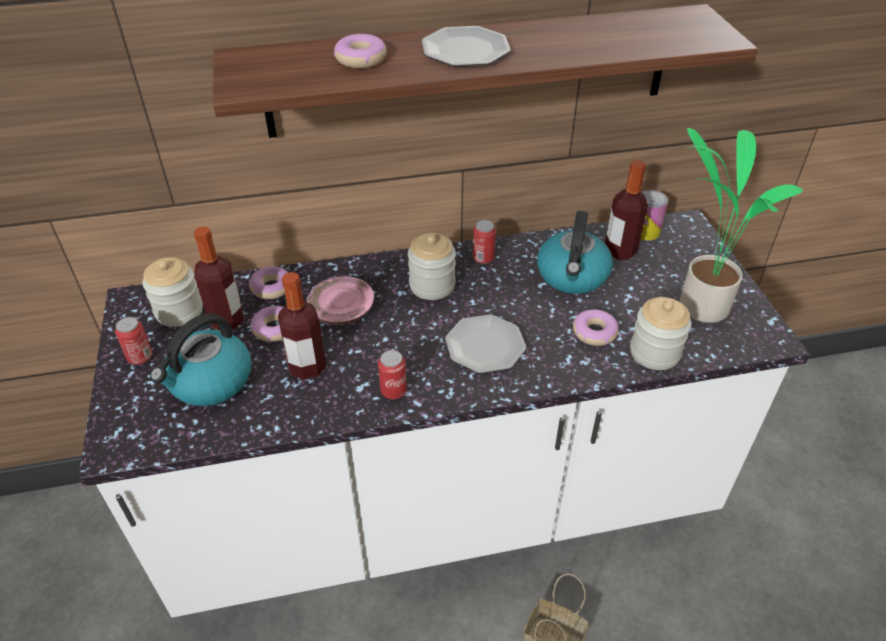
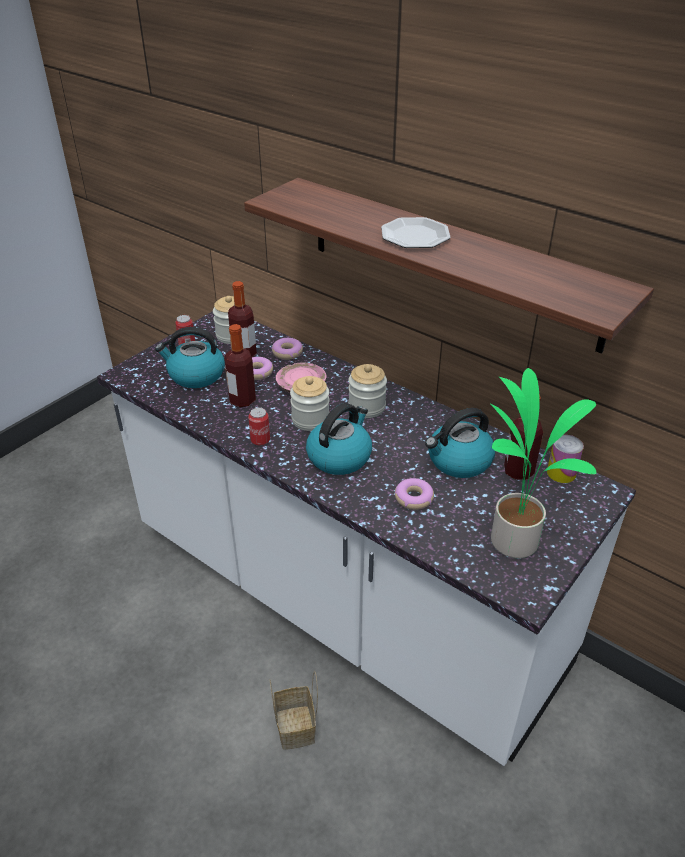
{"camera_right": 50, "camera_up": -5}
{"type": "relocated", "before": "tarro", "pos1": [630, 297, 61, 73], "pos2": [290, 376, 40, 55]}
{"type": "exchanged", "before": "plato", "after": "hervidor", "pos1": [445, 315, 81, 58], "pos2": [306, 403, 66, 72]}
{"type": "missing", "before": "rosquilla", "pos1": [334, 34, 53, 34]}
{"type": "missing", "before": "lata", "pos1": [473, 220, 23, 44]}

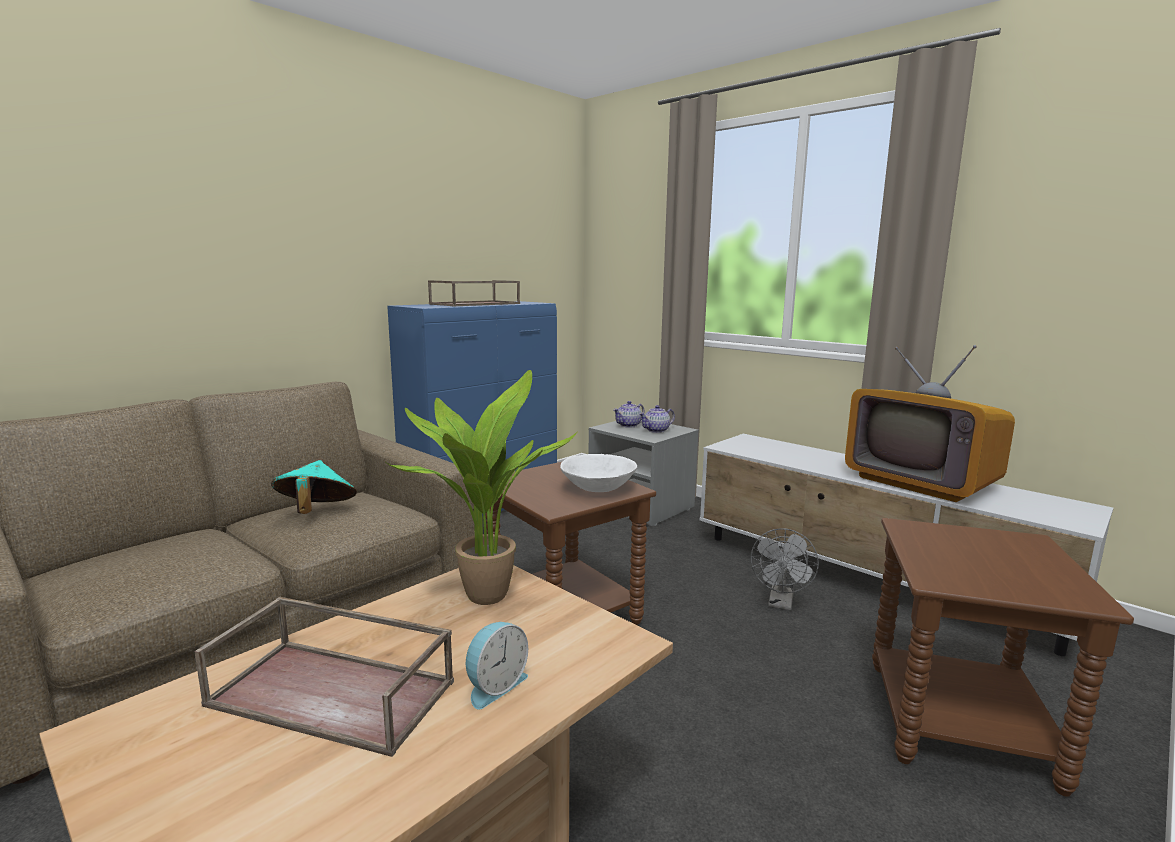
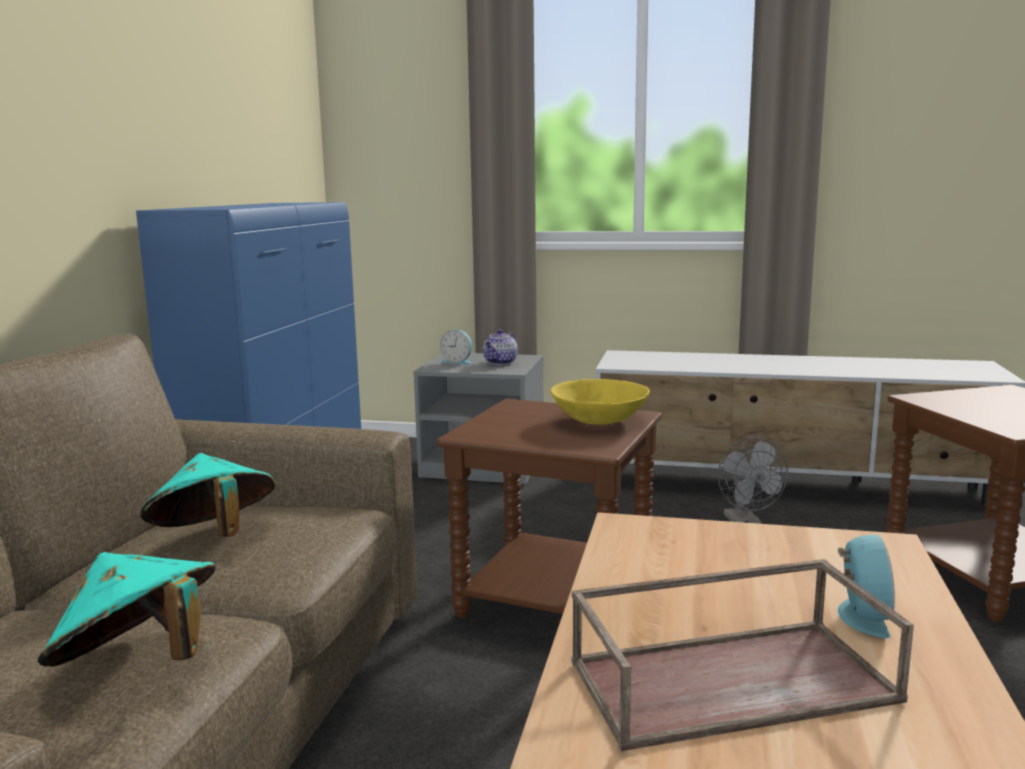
{"camera_right": -30, "camera_up": 0}
{"type": "appeared", "after": "sombrero/turquesa", "pos2": [38, 552, 178, 115]}
{"type": "exchanged", "before": "tetera", "after": "despertador", "pos1": [613, 401, 31, 27], "pos2": [440, 330, 32, 35]}
{"type": "colour", "before": "cuenco/blanco", "after": "cuenco/amarillo", "pos1": [560, 454, 77, 38], "pos2": [551, 379, 99, 46]}
{"type": "missing", "before": "planta en maceta", "pos1": [384, 370, 194, 235]}
{"type": "missing", "before": "bandeja/marrón", "pos1": [428, 280, 92, 26]}
{"type": "missing", "before": "televisor", "pos1": [845, 345, 170, 157]}

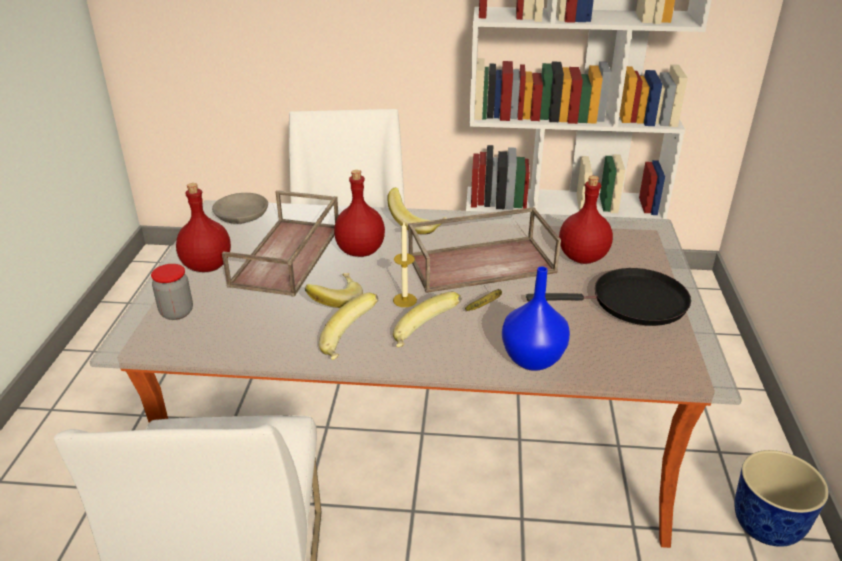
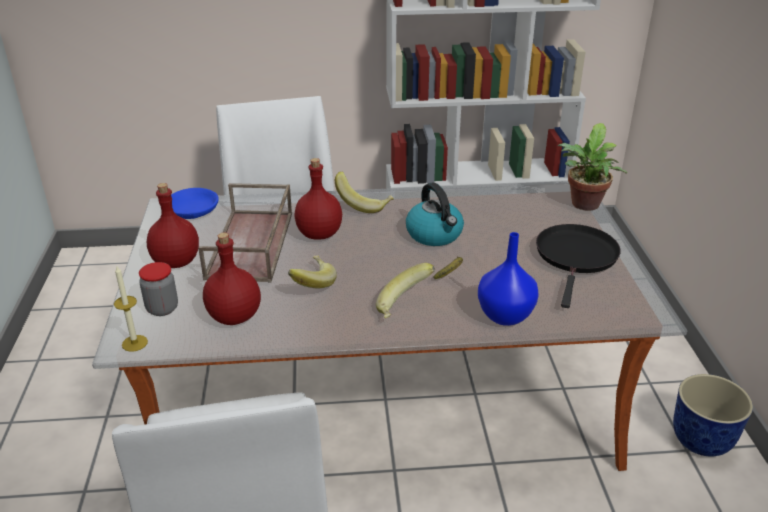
{"camera_right": -10, "camera_up": 0}
{"type": "relocated", "before": "vela", "pos1": [393, 222, 24, 85], "pos2": [114, 265, 34, 87]}
{"type": "colour", "before": "cuenco/gris", "after": "cuenco/azul", "pos1": [212, 193, 56, 31], "pos2": [171, 188, 48, 31]}
{"type": "relocated", "before": "botella/rojo", "pos1": [559, 176, 54, 88], "pos2": [203, 232, 58, 93]}
{"type": "exchanged", "before": "bandeja/marrón", "after": "hervidor", "pos1": [408, 207, 153, 86], "pos2": [406, 183, 58, 63]}
{"type": "spun", "before": "sartén/negro", "pos1": [526, 268, 165, 58], "pos2": [536, 224, 85, 84], "turn": -60}
{"type": "appeared", "after": "planta en maceta", "pos2": [558, 123, 69, 88]}
{"type": "missing", "before": "plátano", "pos1": [319, 293, 60, 67]}

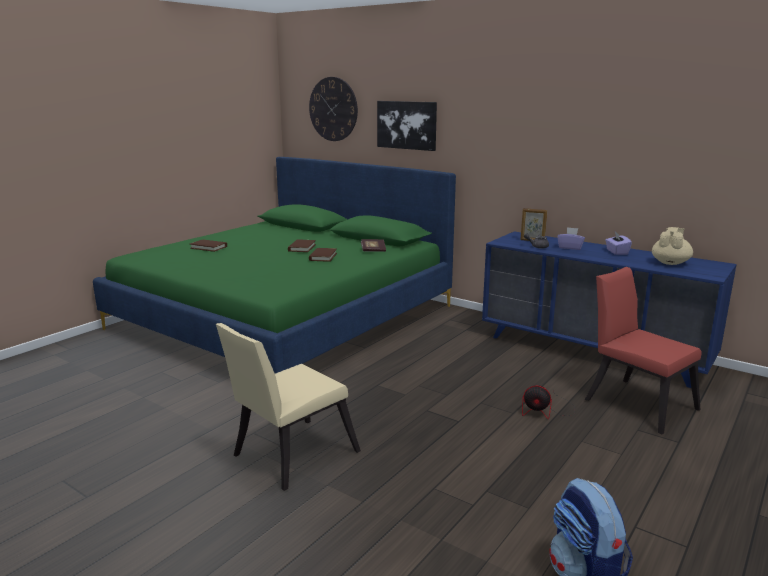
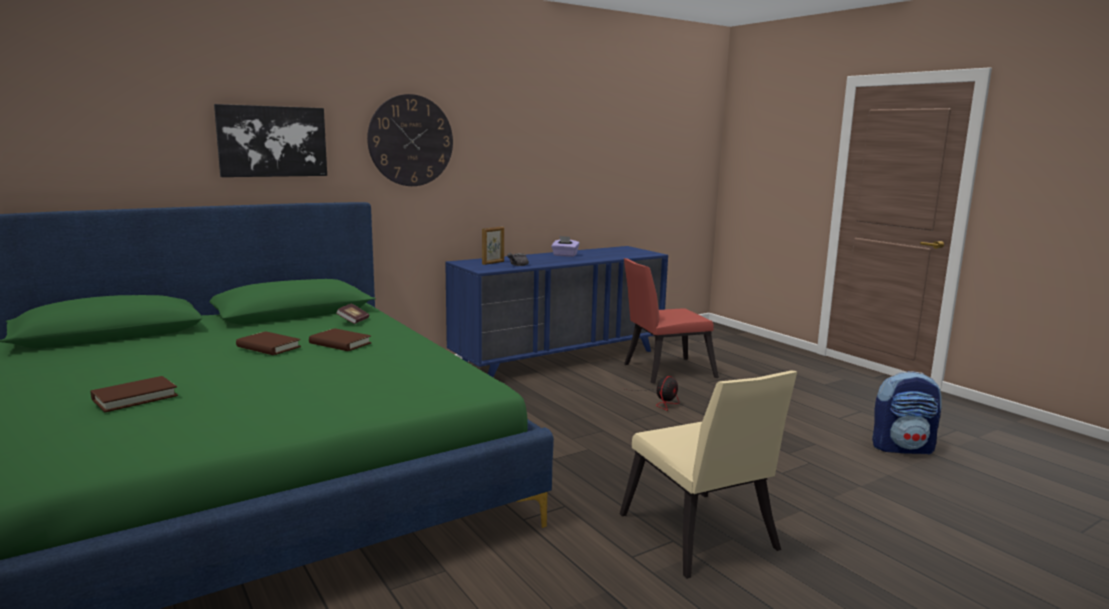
{"camera_right": -70, "camera_up": -5}
{"type": "relocated", "before": "reloj de pared", "pos1": [309, 77, 49, 64], "pos2": [367, 94, 86, 92]}
{"type": "missing", "before": "caja de pañuelos/morado", "pos1": [557, 227, 28, 23]}
{"type": "missing", "before": "tetera/beis", "pos1": [652, 227, 41, 38]}

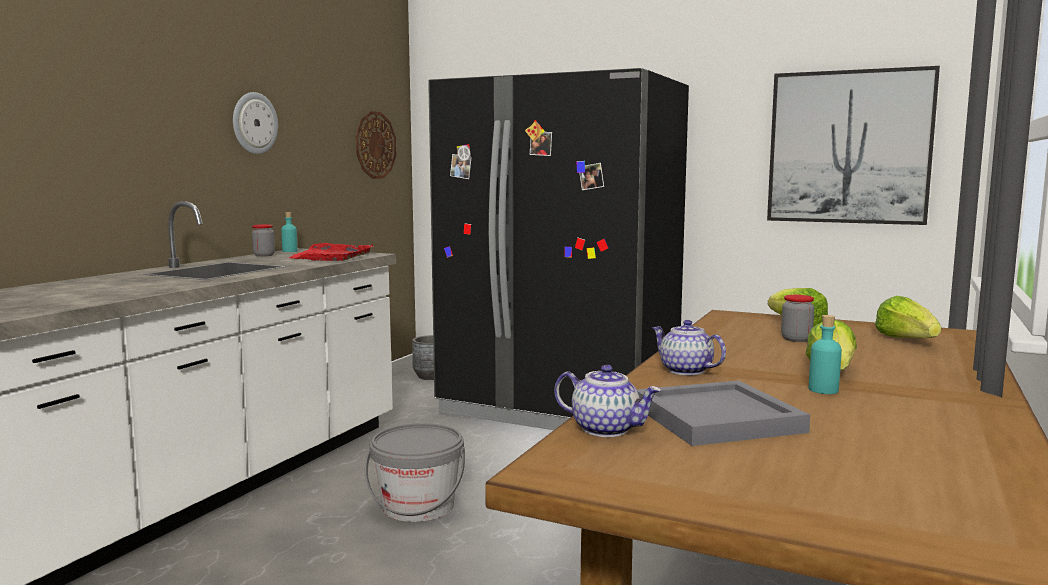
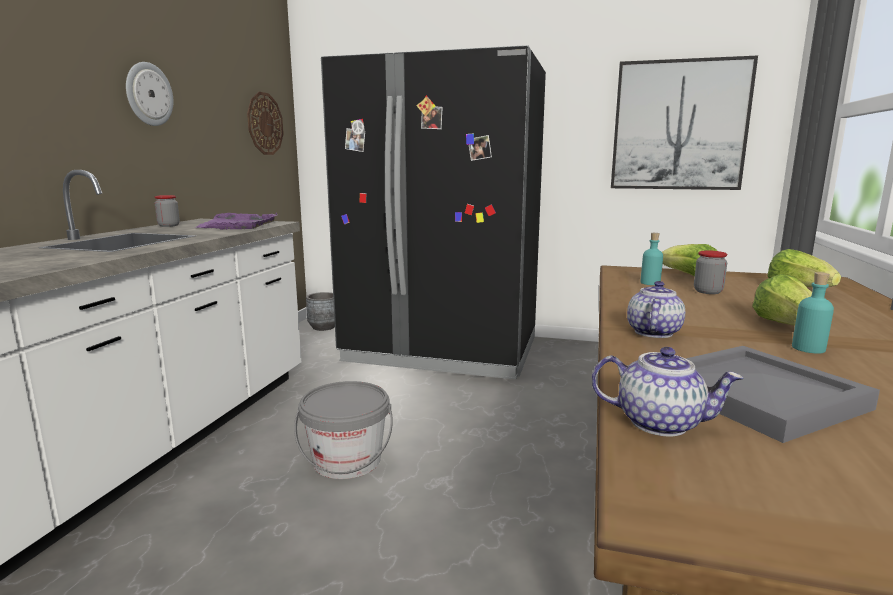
{"camera_right": -10, "camera_up": 5}
{"type": "colour", "before": "bandeja/rojo", "after": "bandeja/morado", "pos1": [289, 243, 85, 18], "pos2": [196, 213, 81, 16]}
{"type": "spun", "before": "tetera", "pos1": [652, 320, 74, 55], "pos2": [627, 281, 58, 57], "turn": 75}
{"type": "relocated", "before": "botella/turquesa", "pos1": [281, 212, 16, 40], "pos2": [640, 233, 23, 52]}

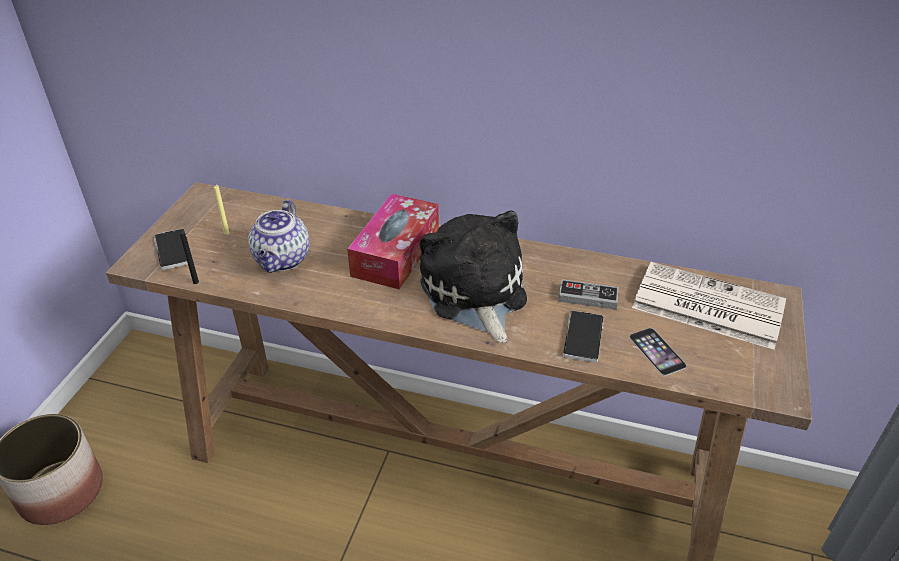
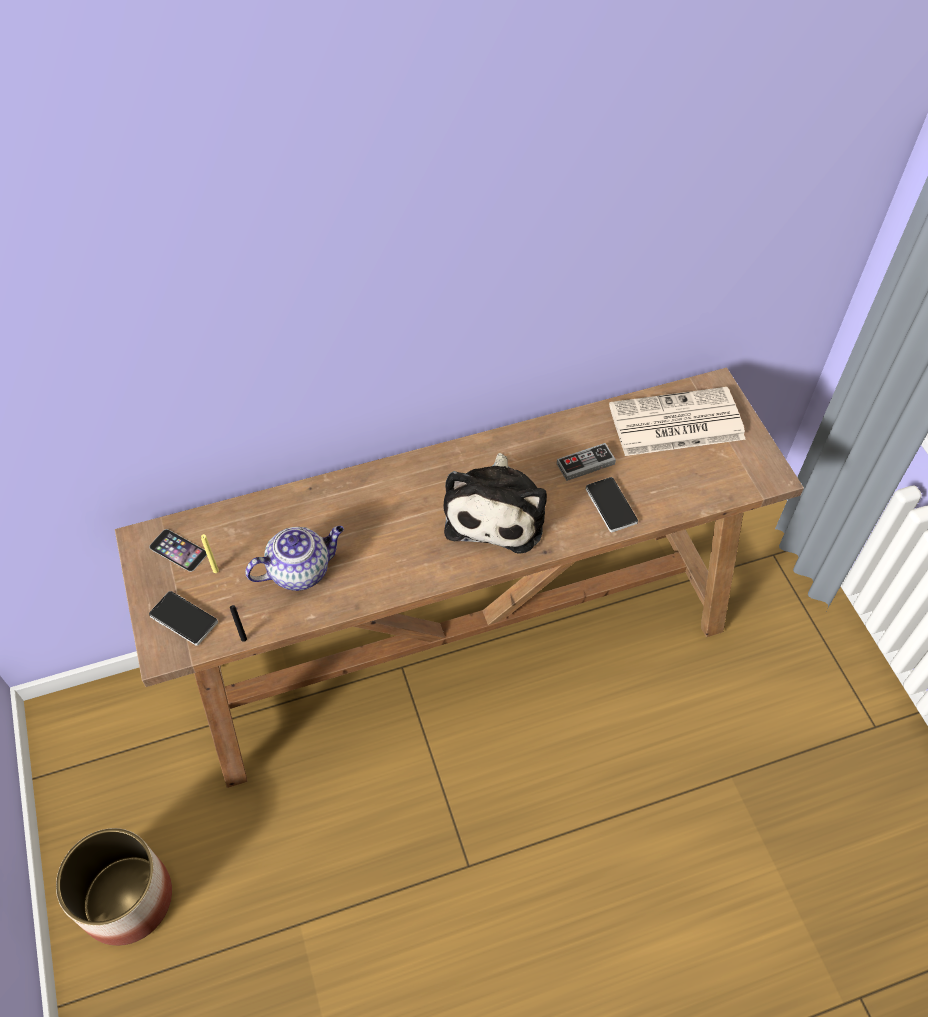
{"camera_right": -35, "camera_up": 15}
{"type": "relocated", "before": "móvil", "pos1": [629, 328, 58, 48], "pos2": [149, 529, 58, 43]}
{"type": "spun", "before": "tetera", "pos1": [248, 200, 62, 73], "pos2": [245, 526, 99, 65], "turn": -90}
{"type": "spun", "before": "peluche", "pos1": [420, 210, 107, 133], "pos2": [444, 453, 103, 101], "turn": -120}
{"type": "missing", "before": "caja de pañuelos", "pos1": [347, 194, 92, 96]}

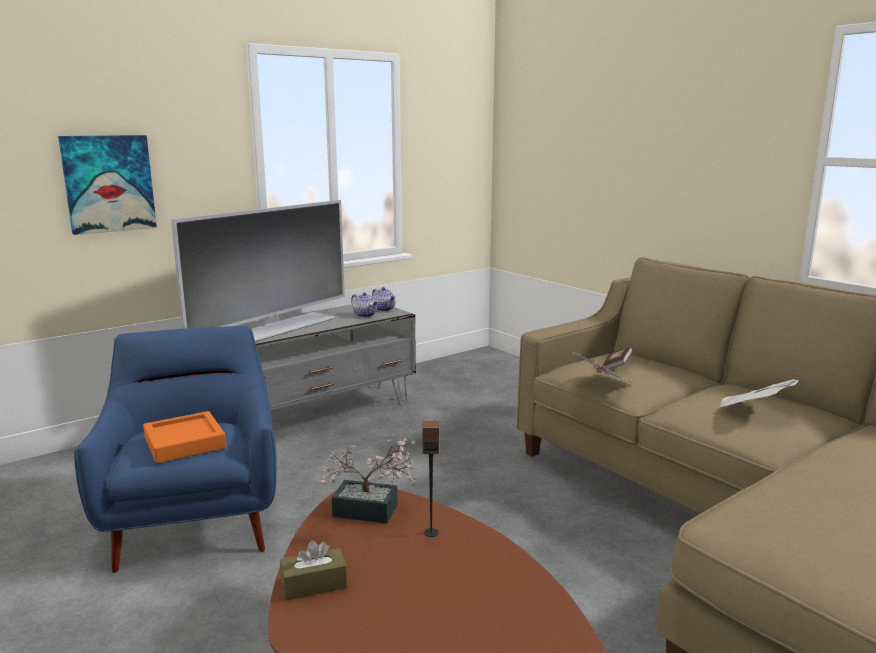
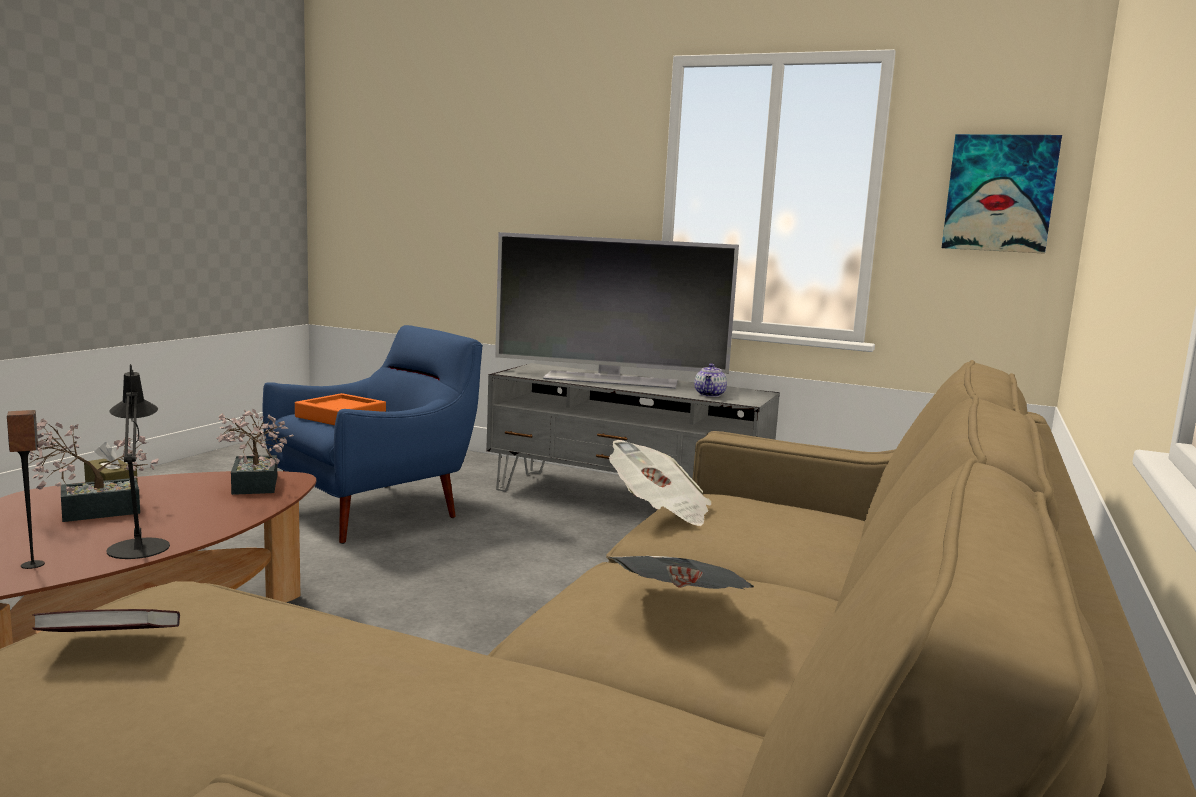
{"camera_right": 60, "camera_up": -5}
{"type": "relocated", "before": "altavoz", "pos1": [423, 421, 16, 116], "pos2": [7, 410, 38, 159]}
{"type": "appeared", "after": "planta en maceta", "pos2": [21, 419, 138, 103]}
{"type": "relocated", "before": "libro", "pos1": [602, 347, 31, 22], "pos2": [32, 609, 148, 23]}
{"type": "appeared", "after": "lámpara de mesa/negro", "pos2": [106, 364, 64, 195]}
{"type": "relocated", "before": "cuadro", "pos1": [58, 135, 99, 100], "pos2": [942, 134, 120, 120]}
{"type": "missing", "before": "tetera", "pos1": [372, 287, 24, 24]}

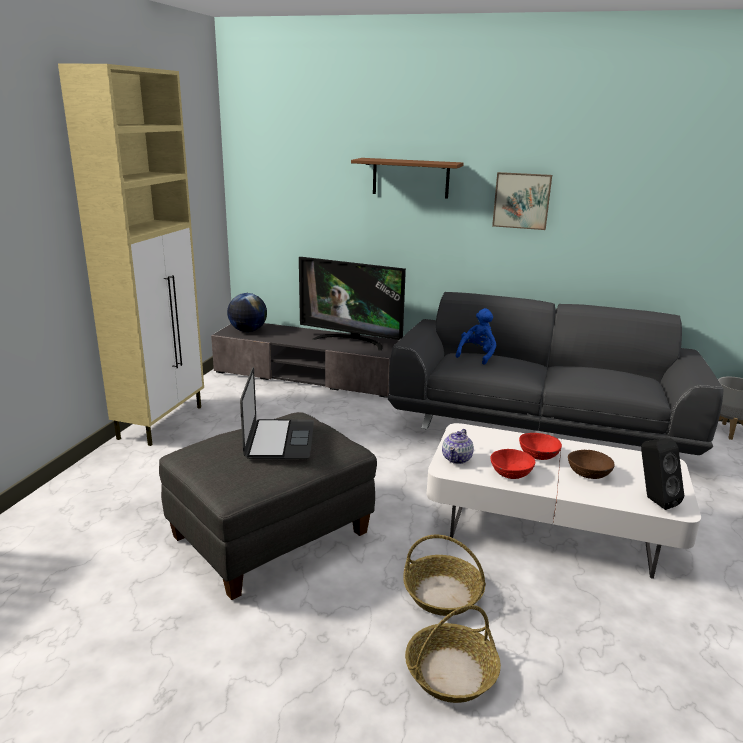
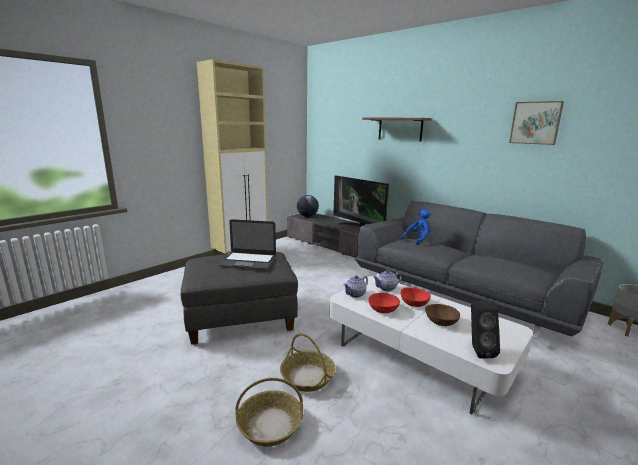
{"camera_right": 25, "camera_up": -5}
{"type": "spun", "before": "portátil", "pos1": [240, 367, 74, 92], "pos2": [218, 219, 58, 50], "turn": 75}
{"type": "appeared", "after": "tetera", "pos2": [373, 270, 29, 21]}
{"type": "relocated", "before": "cuadro", "pos1": [492, 172, 60, 58], "pos2": [509, 101, 55, 44]}

